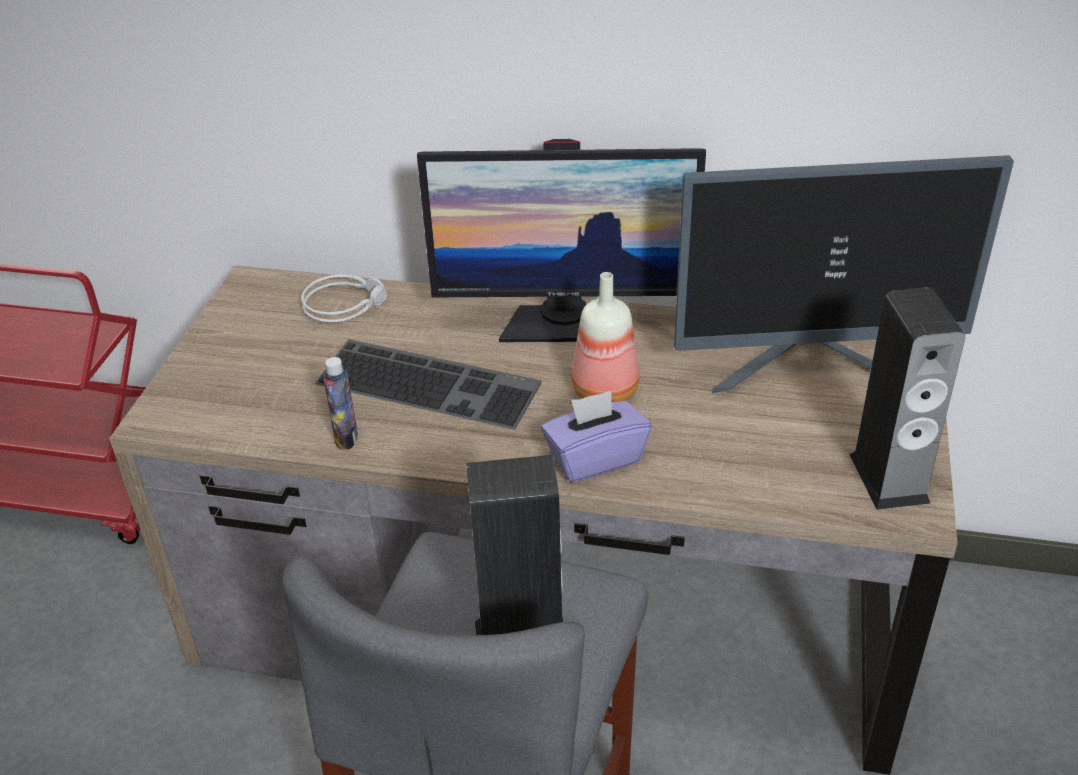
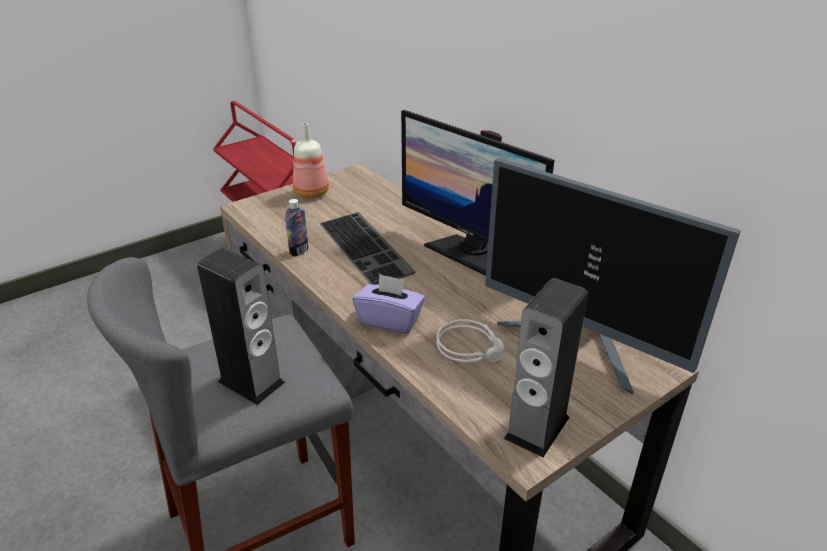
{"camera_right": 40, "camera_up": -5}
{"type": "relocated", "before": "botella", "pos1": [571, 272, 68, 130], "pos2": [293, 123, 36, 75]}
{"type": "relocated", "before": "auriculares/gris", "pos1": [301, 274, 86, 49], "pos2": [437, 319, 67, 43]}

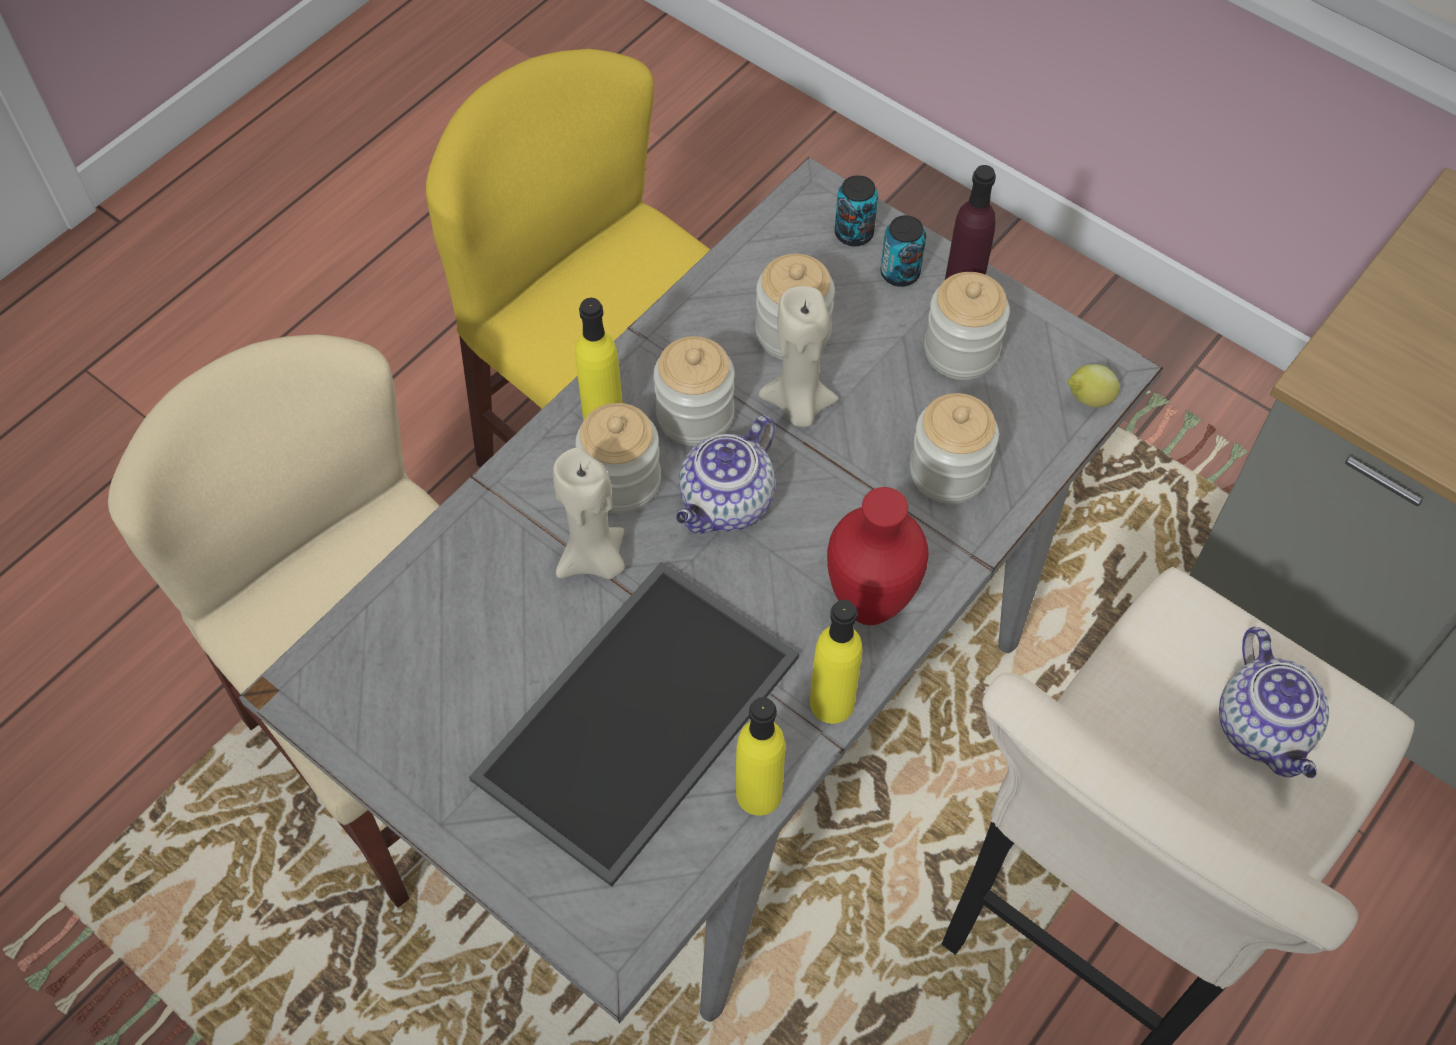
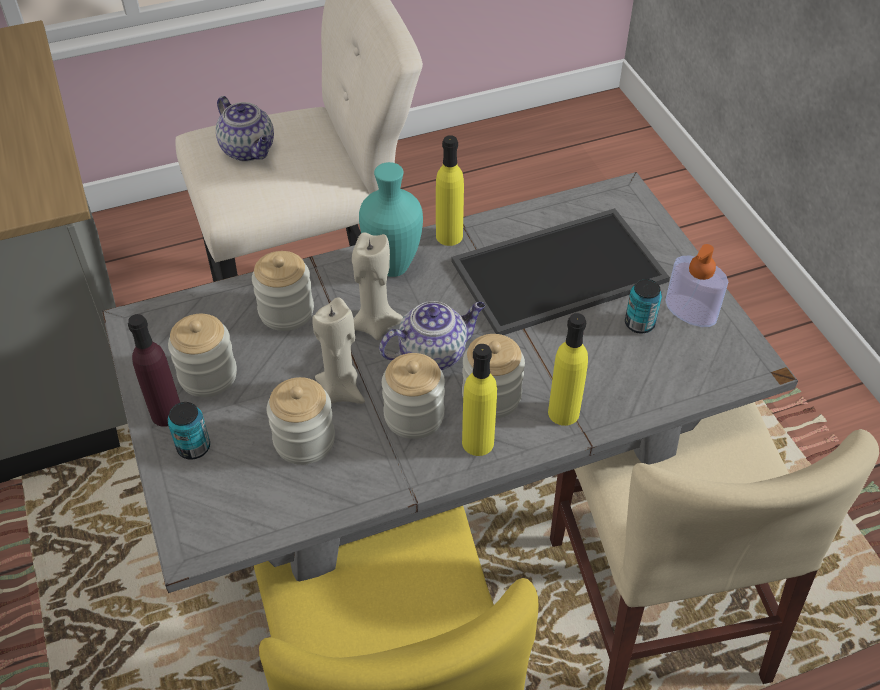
{"camera_right": -150, "camera_up": -10}
{"type": "spun", "before": "tetera", "pos1": [1219, 627, 110, 151], "pos2": [216, 96, 58, 65], "turn": 120}
{"type": "relocated", "before": "vela/beis", "pos1": [553, 448, 72, 131], "pos2": [352, 232, 51, 108]}
{"type": "colour", "before": "florero/rojo", "after": "florero/turquesa", "pos1": [827, 487, 102, 138], "pos2": [359, 162, 64, 115]}
{"type": "relocated", "before": "botella/amarillo", "pos1": [736, 697, 49, 119], "pos2": [548, 313, 40, 113]}
{"type": "relocated", "before": "lata", "pos1": [835, 175, 43, 71], "pos2": [625, 279, 37, 55]}
{"type": "appeared", "after": "dispensador de jabón", "pos2": [665, 244, 63, 83]}
{"type": "missing", "before": "limón", "pos1": [1068, 364, 51, 44]}

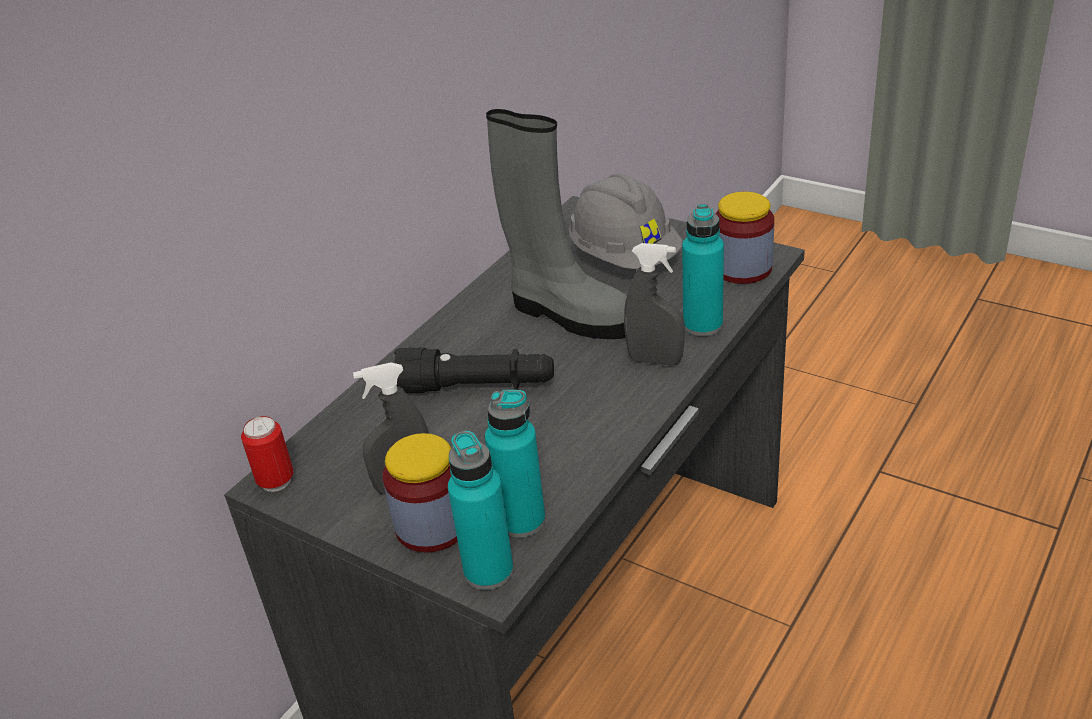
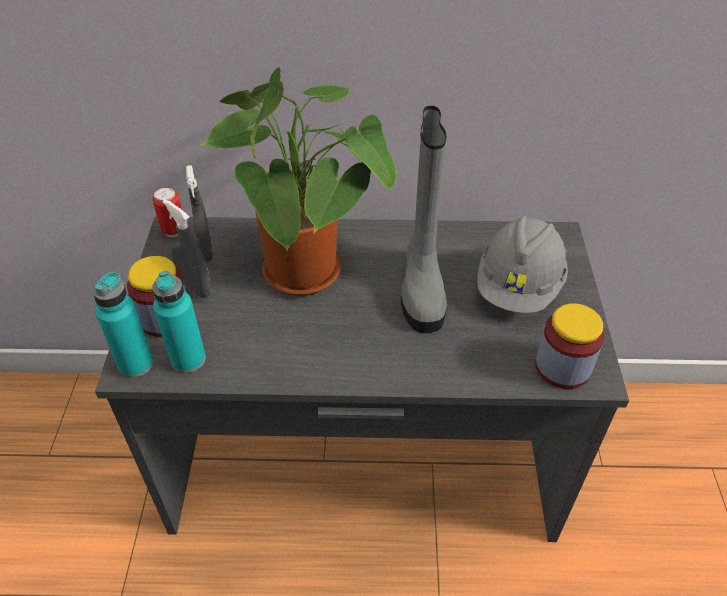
{"camera_right": 55, "camera_up": 10}
{"type": "relocated", "before": "pulverizador/gris", "pos1": [624, 243, 61, 123], "pos2": [186, 165, 27, 97]}
{"type": "exchanged", "before": "linterna/negro", "after": "planta en maceta", "pos1": [394, 348, 160, 45], "pos2": [199, 67, 198, 229]}
{"type": "missing", "before": "botella/turquesa", "pos1": [682, 204, 42, 132]}

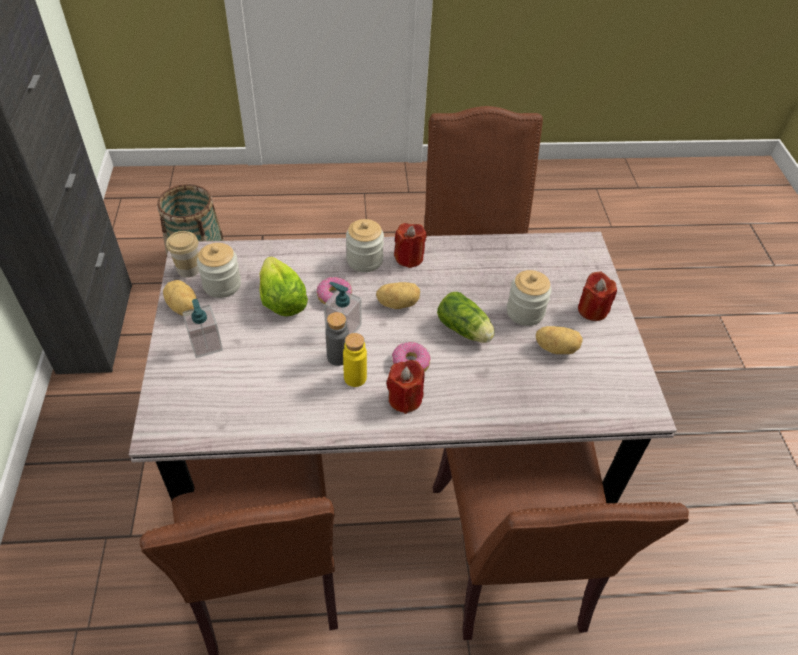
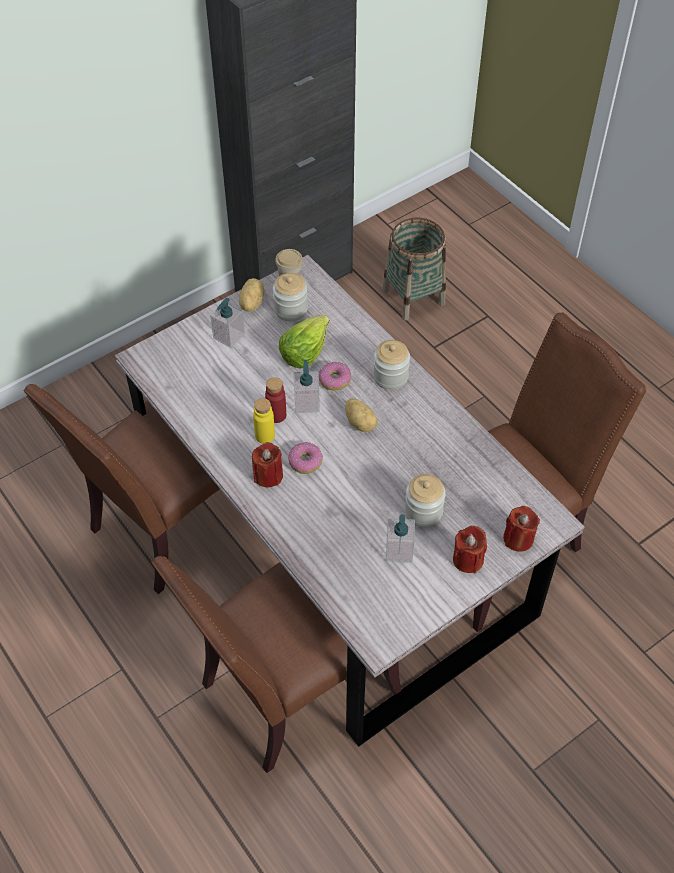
{"camera_right": 60, "camera_up": 5}
{"type": "colour", "before": "botella/gris", "after": "botella/rojo", "pos1": [326, 312, 23, 54], "pos2": [265, 377, 21, 46]}
{"type": "exchanged", "before": "patata", "after": "dispensador de jabón", "pos1": [536, 326, 47, 28], "pos2": [386, 514, 29, 49]}
{"type": "relocated", "before": "vela/rojo", "pos1": [394, 223, 33, 45], "pos2": [503, 506, 37, 46]}
{"type": "missing", "before": "lechuga", "pos1": [437, 292, 58, 51]}

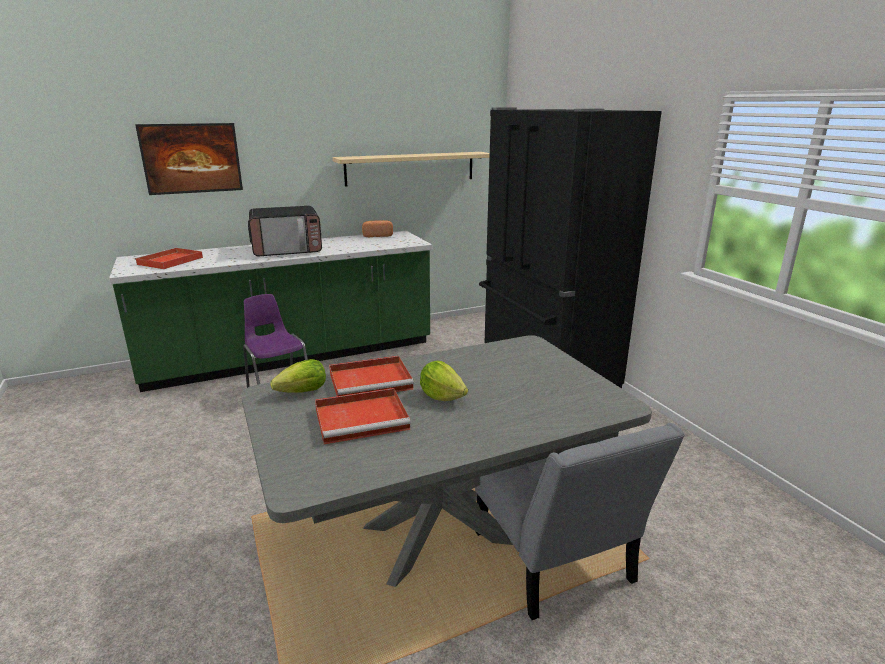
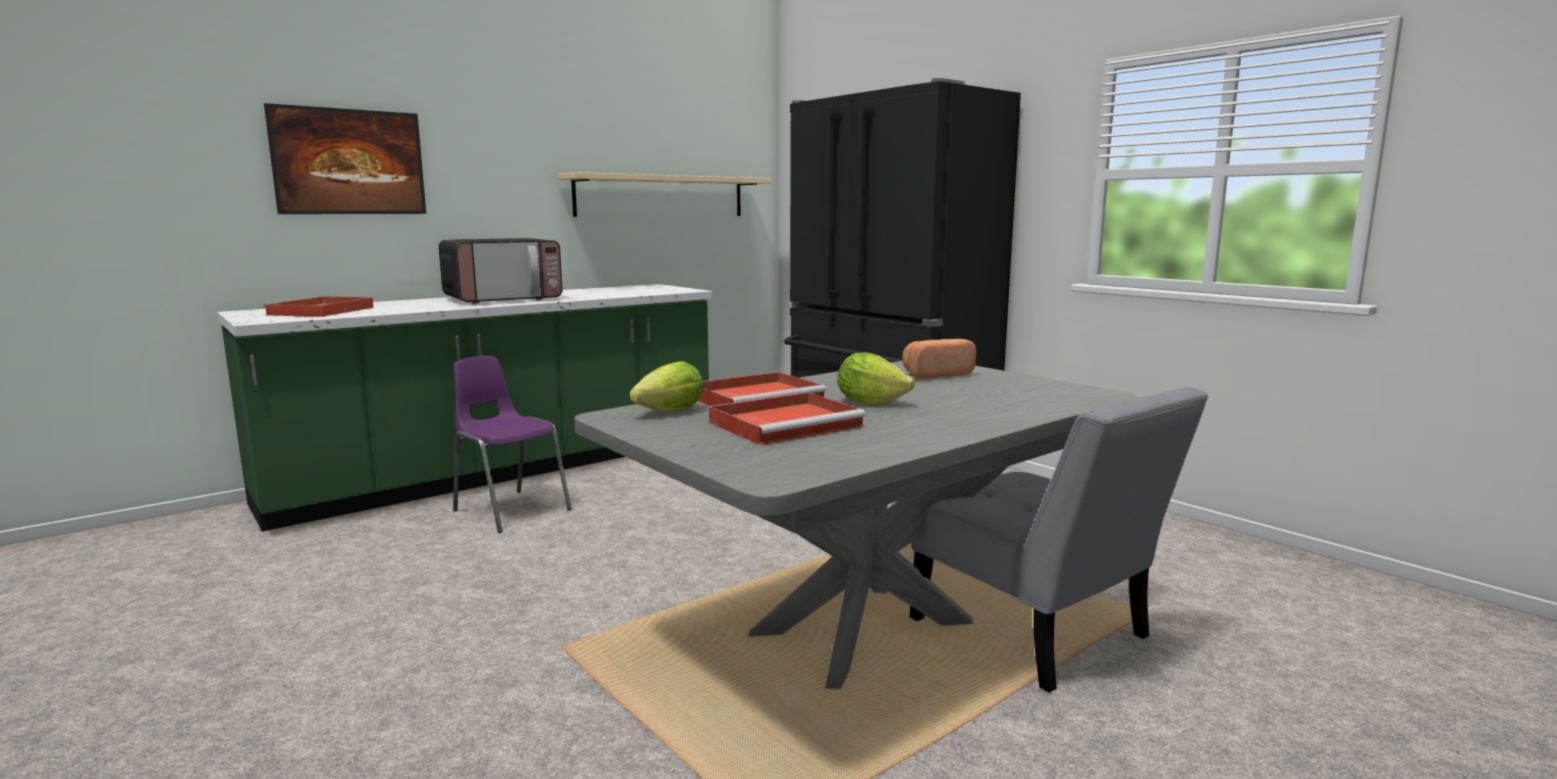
{"camera_right": -15, "camera_up": -10}
{"type": "relocated", "before": "pan", "pos1": [362, 220, 31, 17], "pos2": [902, 339, 74, 40]}

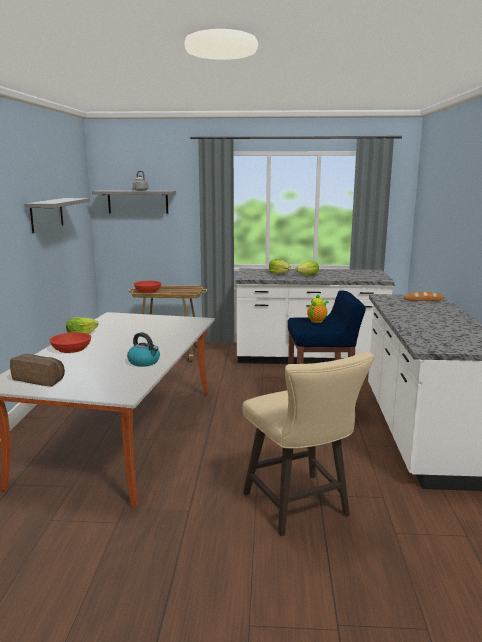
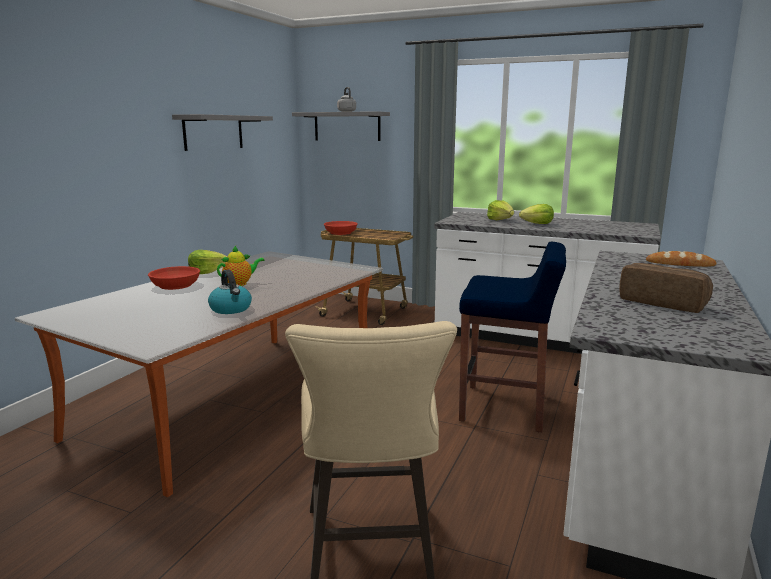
{"camera_right": 20, "camera_up": 0}
{"type": "relocated", "before": "tetera", "pos1": [307, 293, 22, 30], "pos2": [217, 246, 48, 40]}
{"type": "relocated", "before": "pan", "pos1": [10, 354, 55, 33], "pos2": [619, 263, 94, 50]}

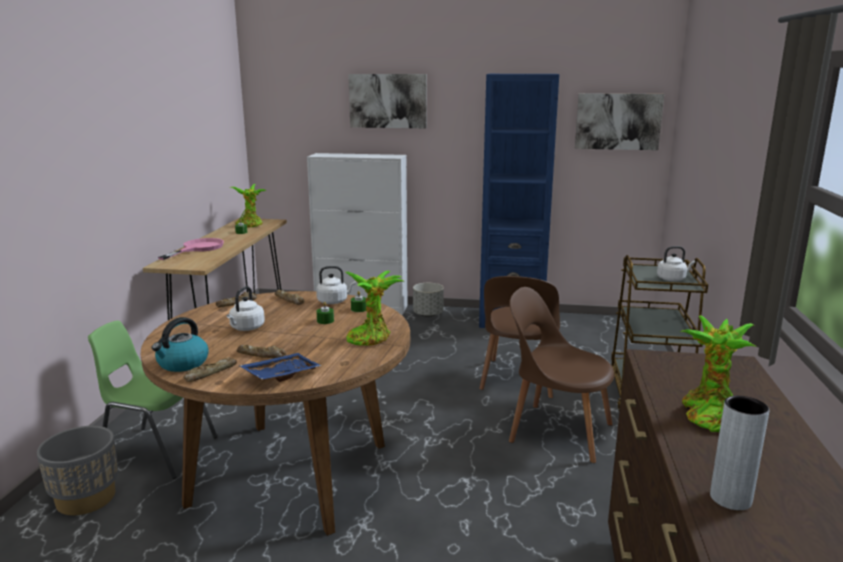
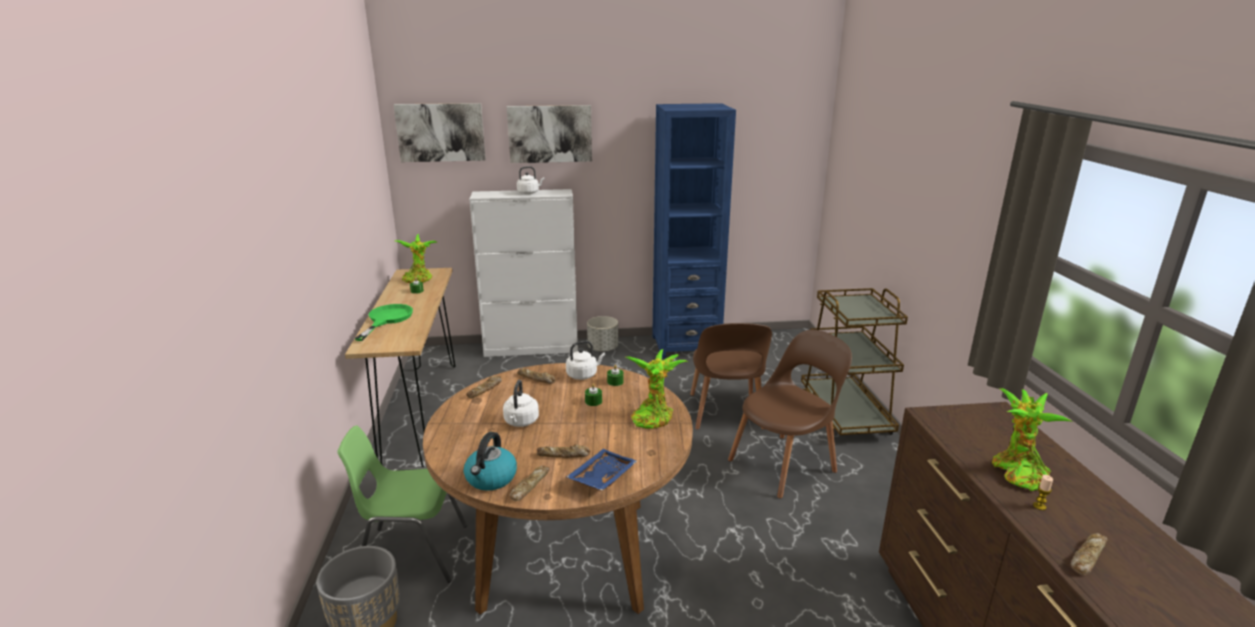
{"camera_right": -15, "camera_up": 5}
{"type": "colour", "before": "sartén/rosa", "after": "sartén/verde", "pos1": [158, 238, 66, 22], "pos2": [355, 304, 58, 37]}
{"type": "relocated", "before": "cuadro", "pos1": [575, 93, 89, 57], "pos2": [394, 103, 92, 59]}
{"type": "relocated", "before": "hervidor/blanco", "pos1": [657, 246, 38, 35], "pos2": [517, 166, 27, 28]}
{"type": "spun", "before": "silla/marrón", "pos1": [509, 287, 105, 176], "pos2": [728, 330, 124, 168], "turn": 135}
{"type": "appeared", "after": "vela", "pos2": [1033, 475, 20, 35]}
{"type": "exchanged", "before": "florero/gris", "after": "pan", "pos1": [710, 396, 60, 114], "pos2": [1071, 533, 37, 42]}

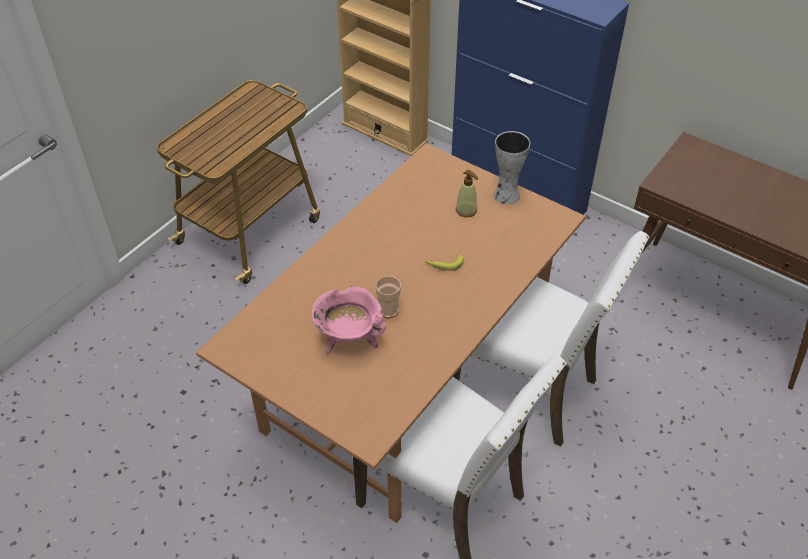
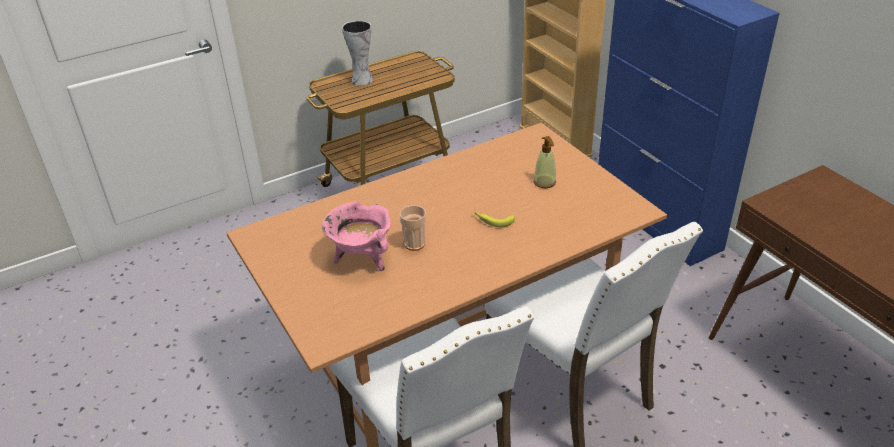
{"camera_right": 25, "camera_up": -10}
{"type": "relocated", "before": "florero", "pos1": [494, 131, 36, 73], "pos2": [342, 20, 31, 65]}

